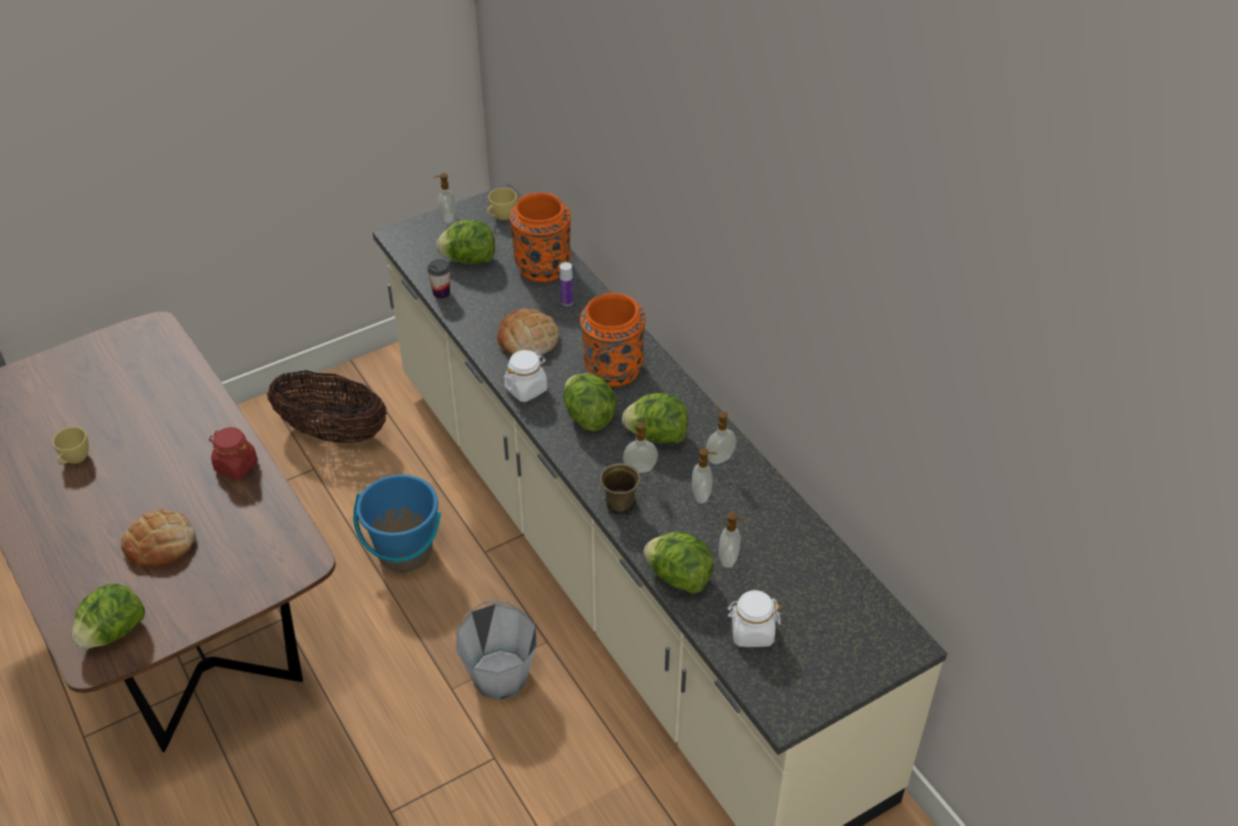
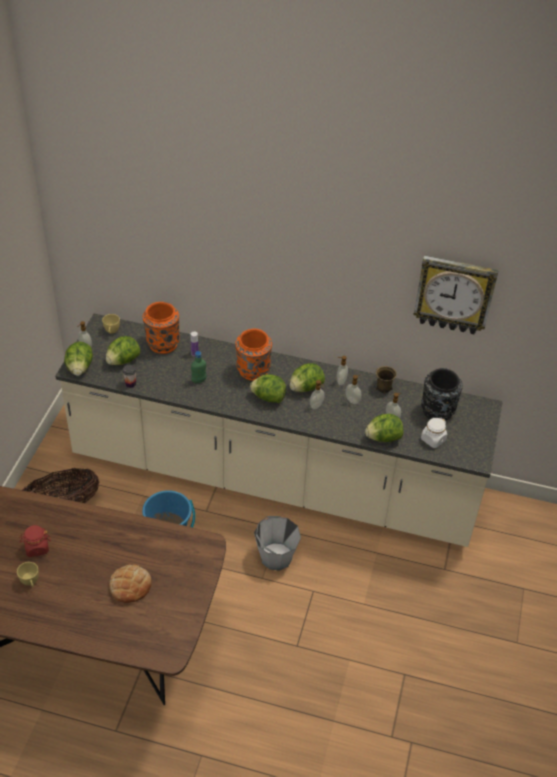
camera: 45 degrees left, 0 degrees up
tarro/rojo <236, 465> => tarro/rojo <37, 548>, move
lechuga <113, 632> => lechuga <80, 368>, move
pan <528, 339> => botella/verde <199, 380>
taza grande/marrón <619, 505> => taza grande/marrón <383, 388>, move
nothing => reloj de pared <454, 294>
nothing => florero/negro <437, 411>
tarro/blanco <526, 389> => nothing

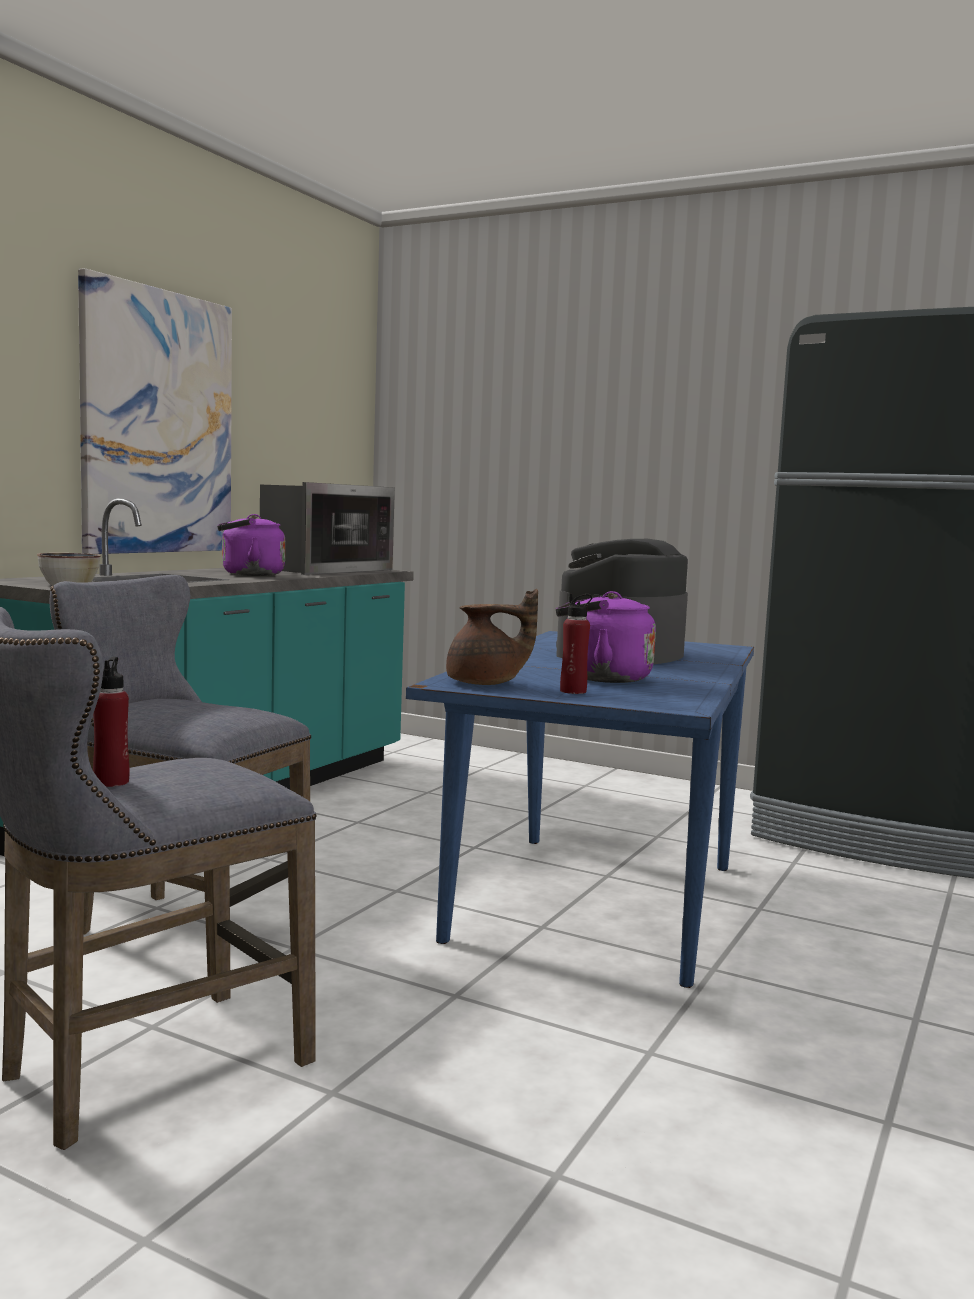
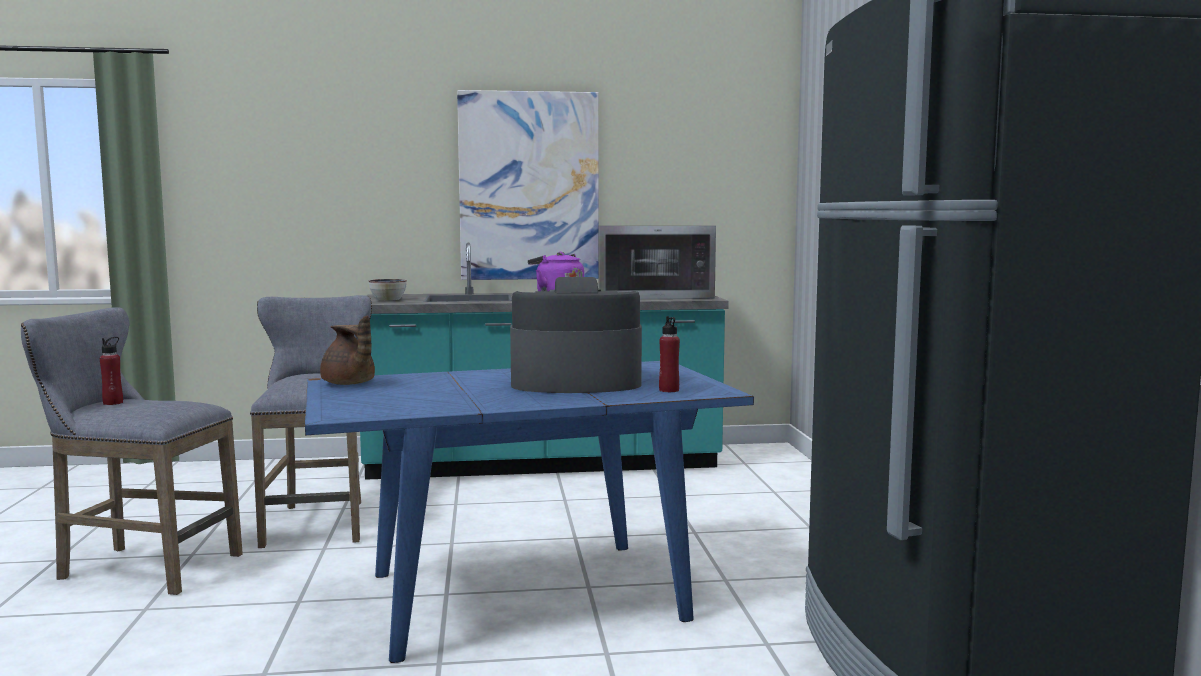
camera: 55 degrees right, 0 degrees up
botella/rojo <573, 691> => botella/rojo <669, 390>, move
hervidor/morado <600, 678> => nothing

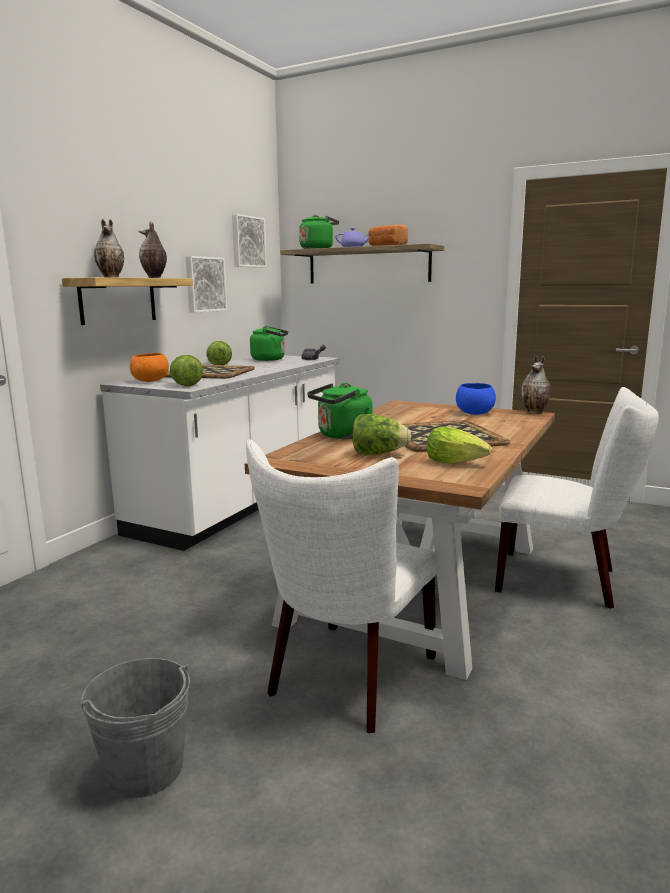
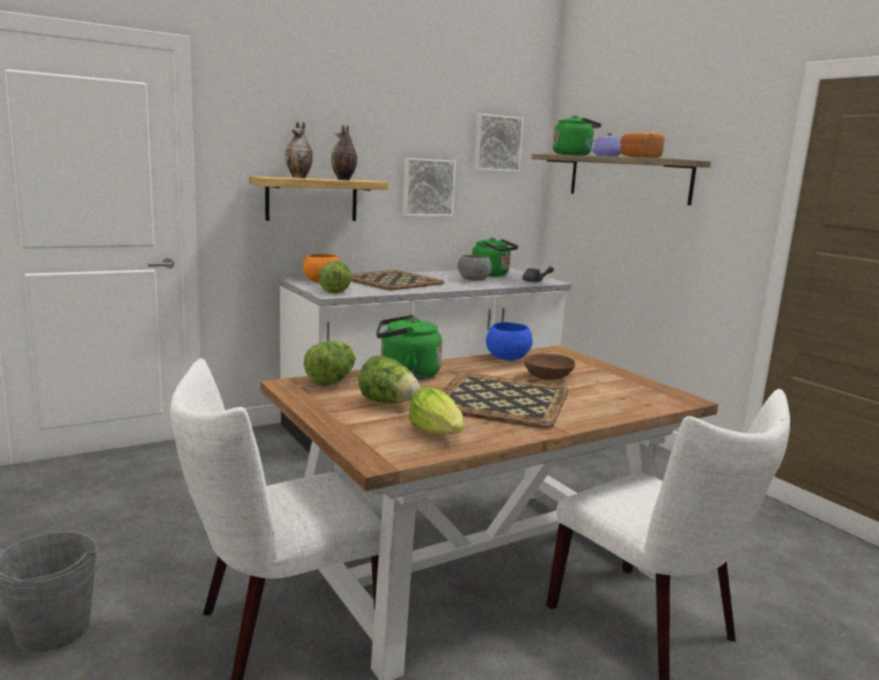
camera: 30 degrees right, 0 degrees up
lechuga <219, 365> => lechuga <332, 381>, move
nothing => cuenco/gris <474, 280>
cuenco/azul <474, 413> => cuenco/azul <506, 358>, move
nothing => cuenco/marrón <548, 378>
florero <535, 412> => nothing

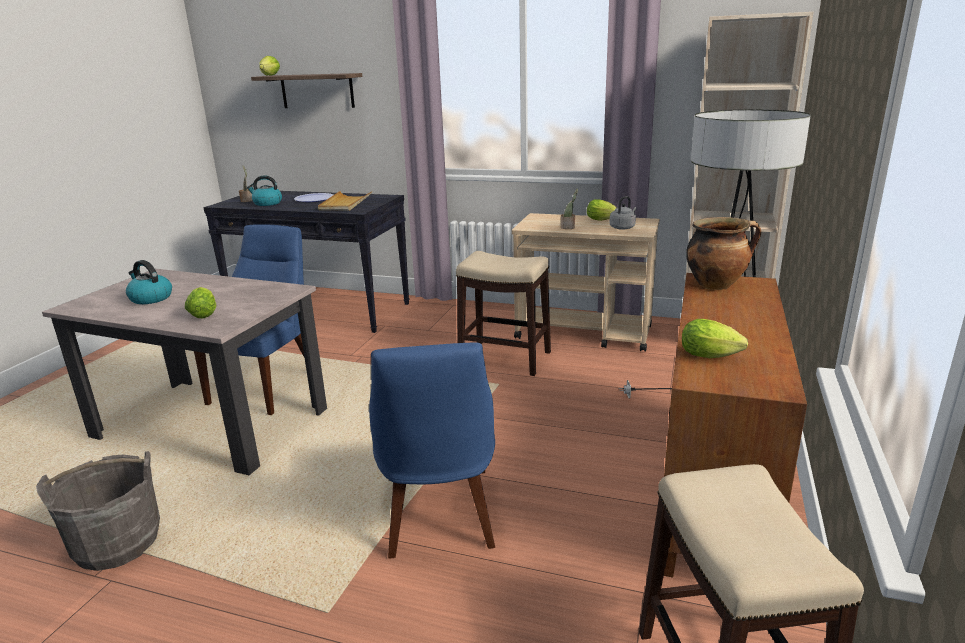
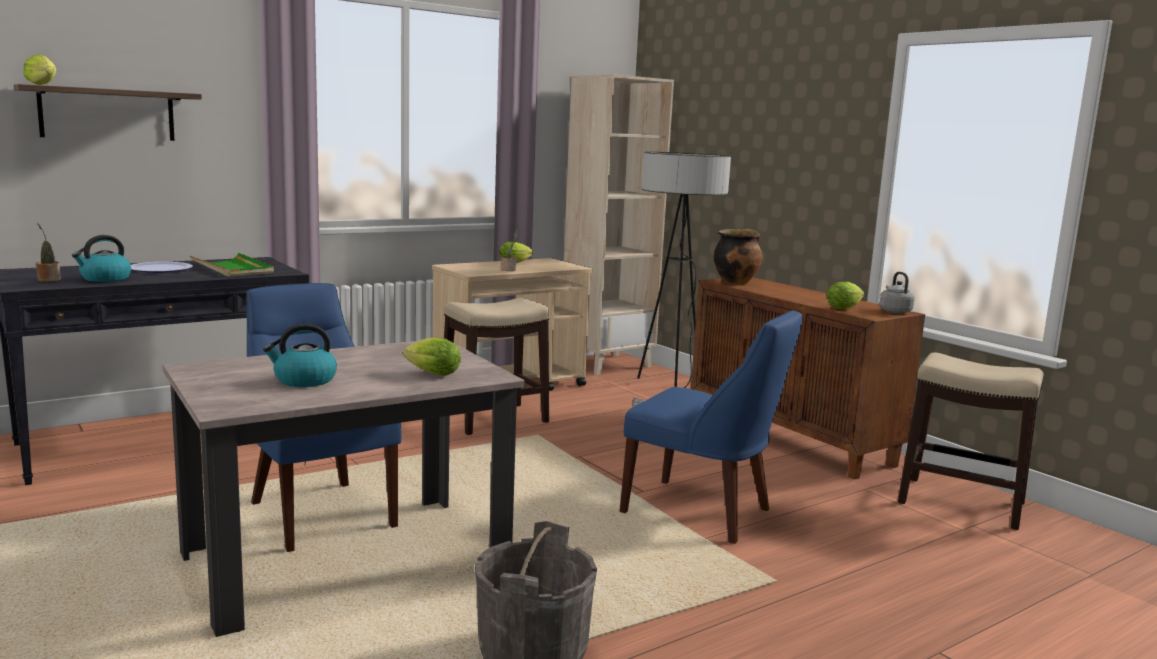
camera: 55 degrees left, 10 degrees down
bandeja/beis <345, 203> => bandeja/verde <233, 269>
hervidor/gris <623, 227> => hervidor/gris <894, 311>, move

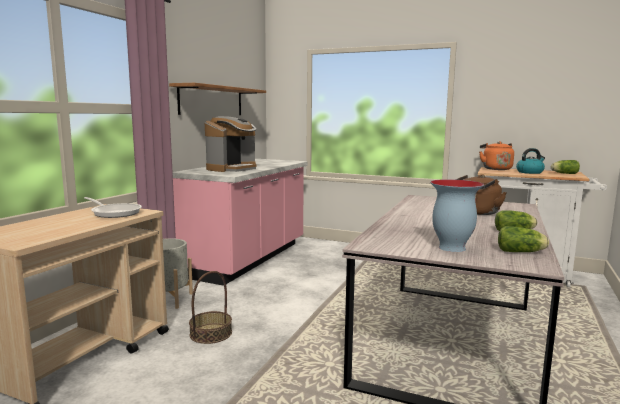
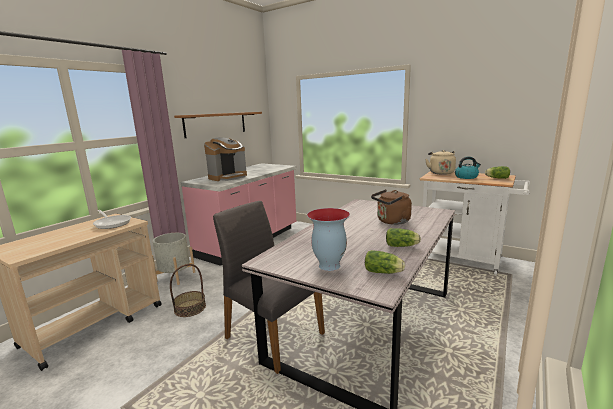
camera: 10 degrees right, 5 degrees up
nothing => silla/gris <272, 336>
hervidor/naranja <495, 169> => hervidor/beis <440, 172>

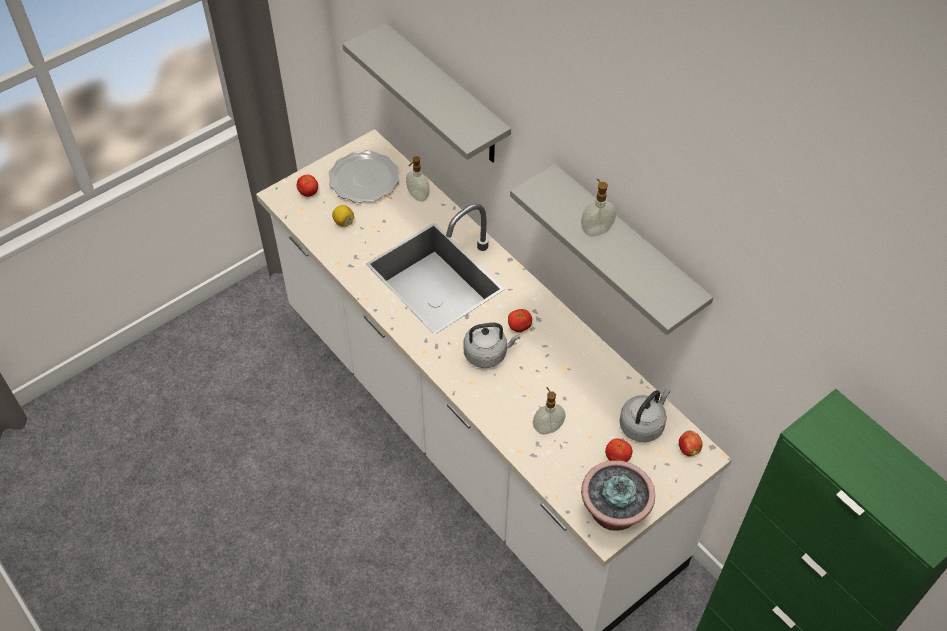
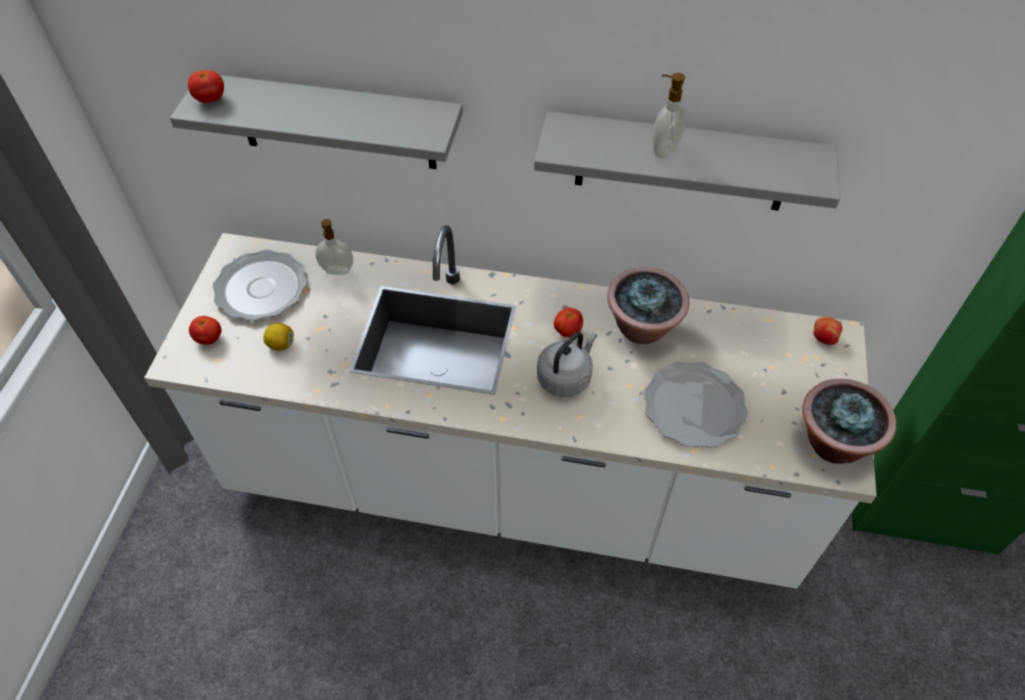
camera: 40 degrees left, 0 degrees up
tomate <617, 457> => tomate <211, 99>, move
nothing => planta en maceta <642, 328>
dispensador de jabón <547, 427> => plato <693, 407>
hervidor/gris <642, 425> => nothing

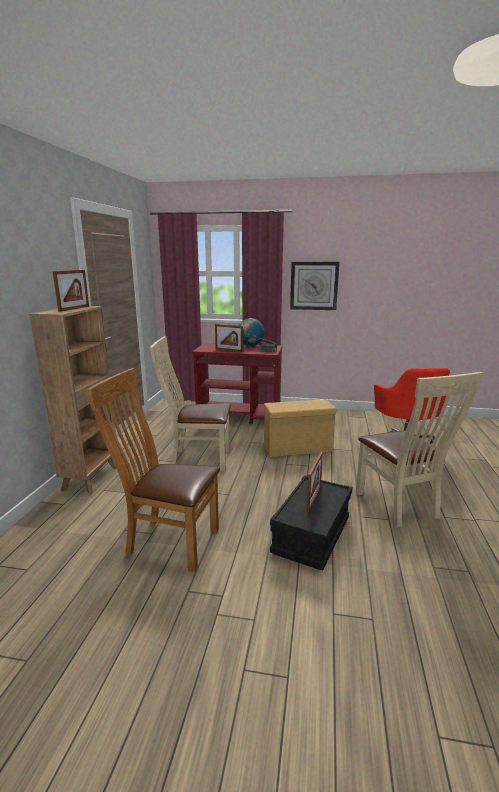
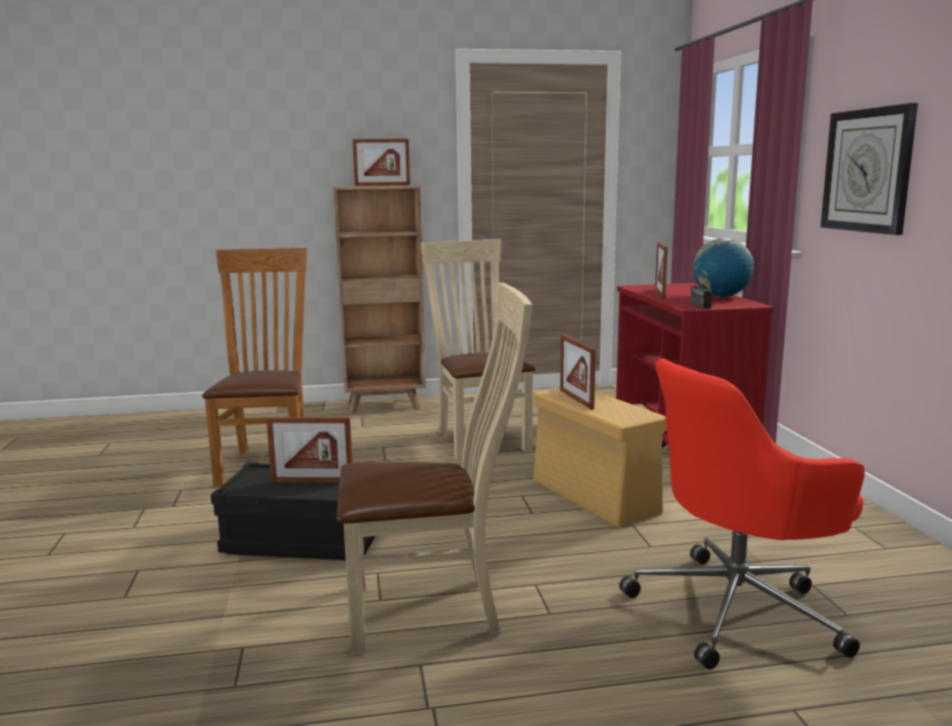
camera: 70 degrees right, 5 degrees down
silla/beis <400, 506> => silla/beis <434, 610>, 150 degrees counterclockwise
nothing => portarretratos <576, 399>

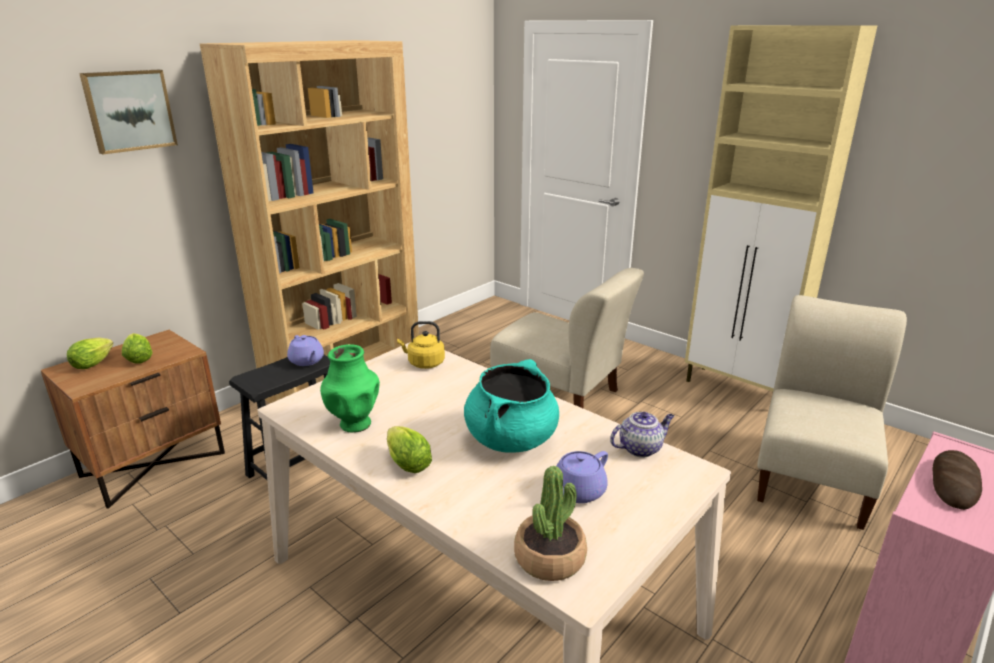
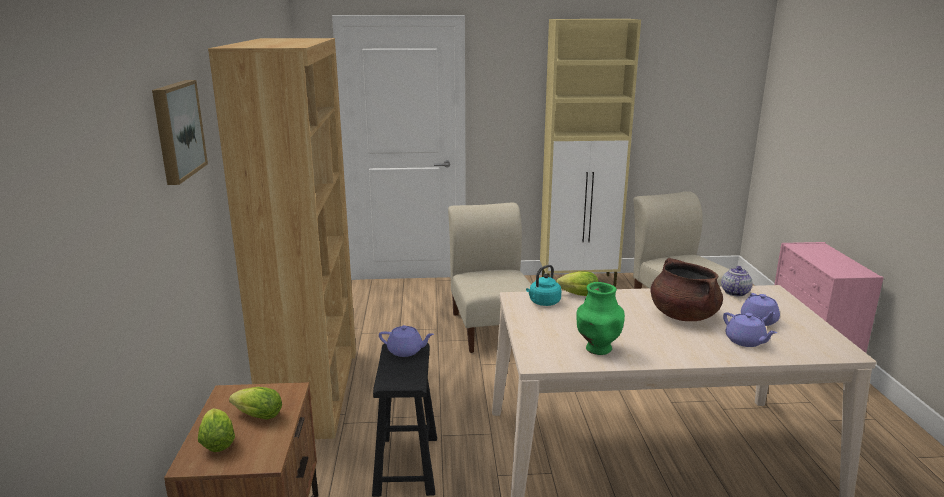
camera: 45 degrees left, 5 degrees down
silla/beis <560, 394> => silla/beis <492, 327>, 90 degrees counterclockwise
hervidor/amarillo <424, 363> => hervidor/turquesa <543, 303>
lechuga <406, 462> => lechuga <576, 295>, move
olla/turquesa <511, 439> => olla/marrón <682, 315>
nothing => tetera/morado <745, 341>
planta en maceta <550, 558> => nothing
pan <954, 483> => nothing

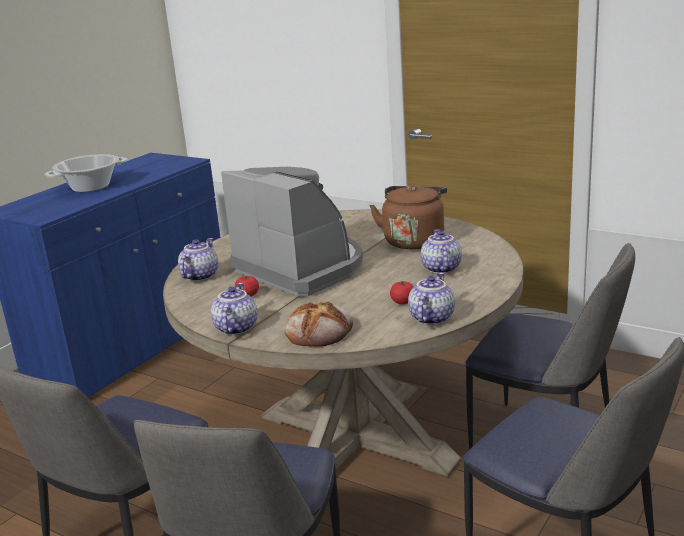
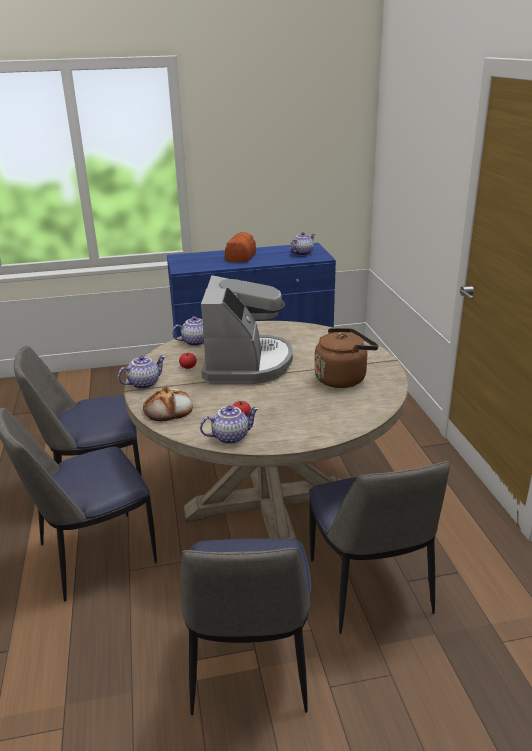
camera: 45 degrees right, 5 degrees up
olla <91, 187> => pan <240, 257>
tetera <440, 268> => tetera <302, 253>, move

